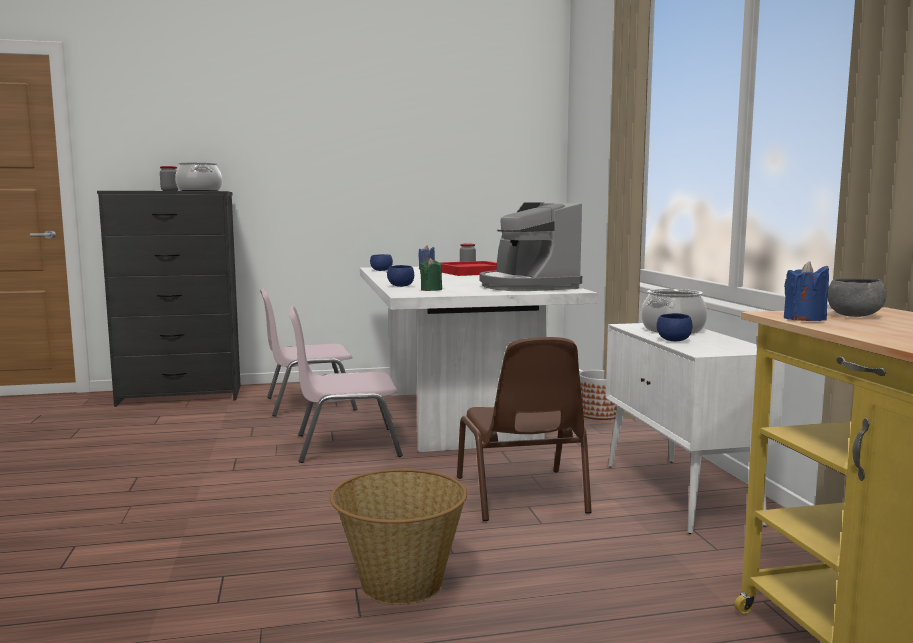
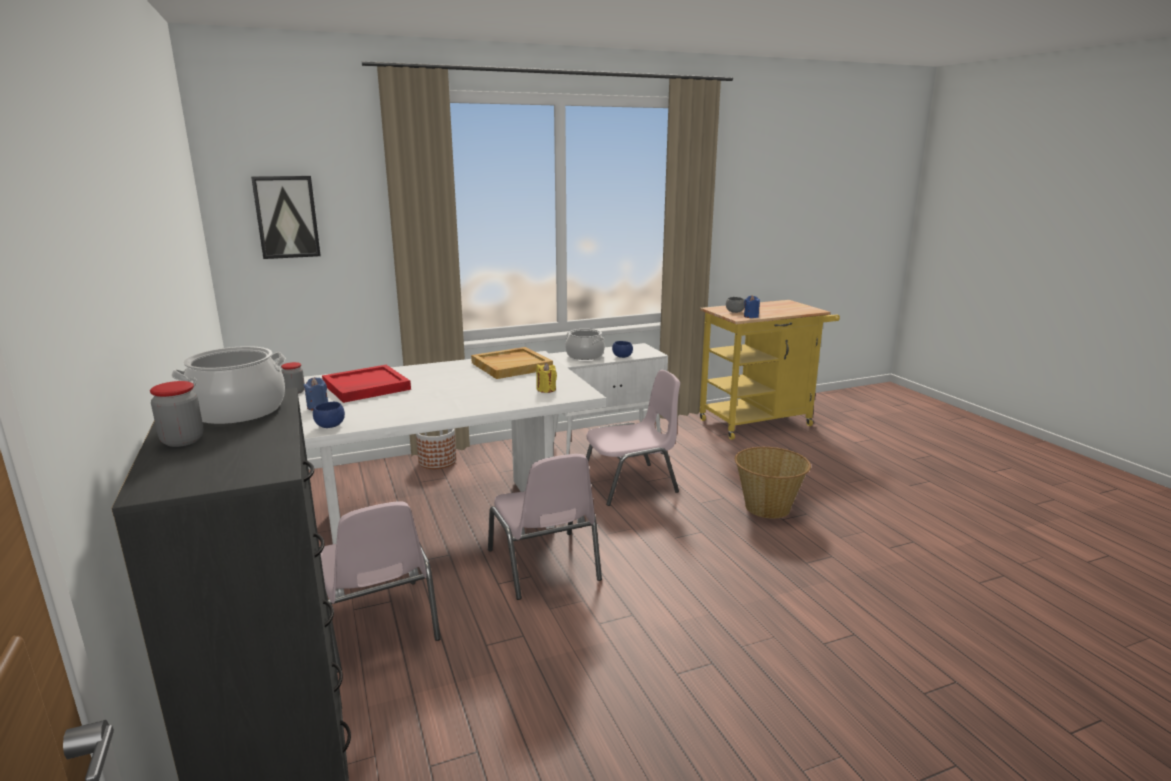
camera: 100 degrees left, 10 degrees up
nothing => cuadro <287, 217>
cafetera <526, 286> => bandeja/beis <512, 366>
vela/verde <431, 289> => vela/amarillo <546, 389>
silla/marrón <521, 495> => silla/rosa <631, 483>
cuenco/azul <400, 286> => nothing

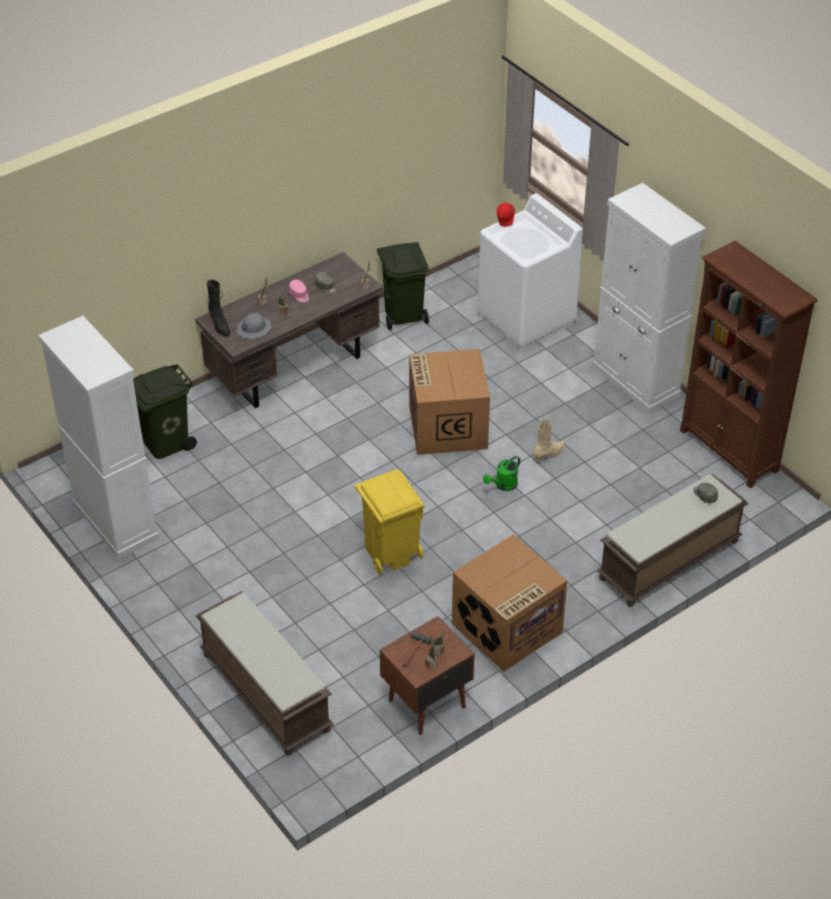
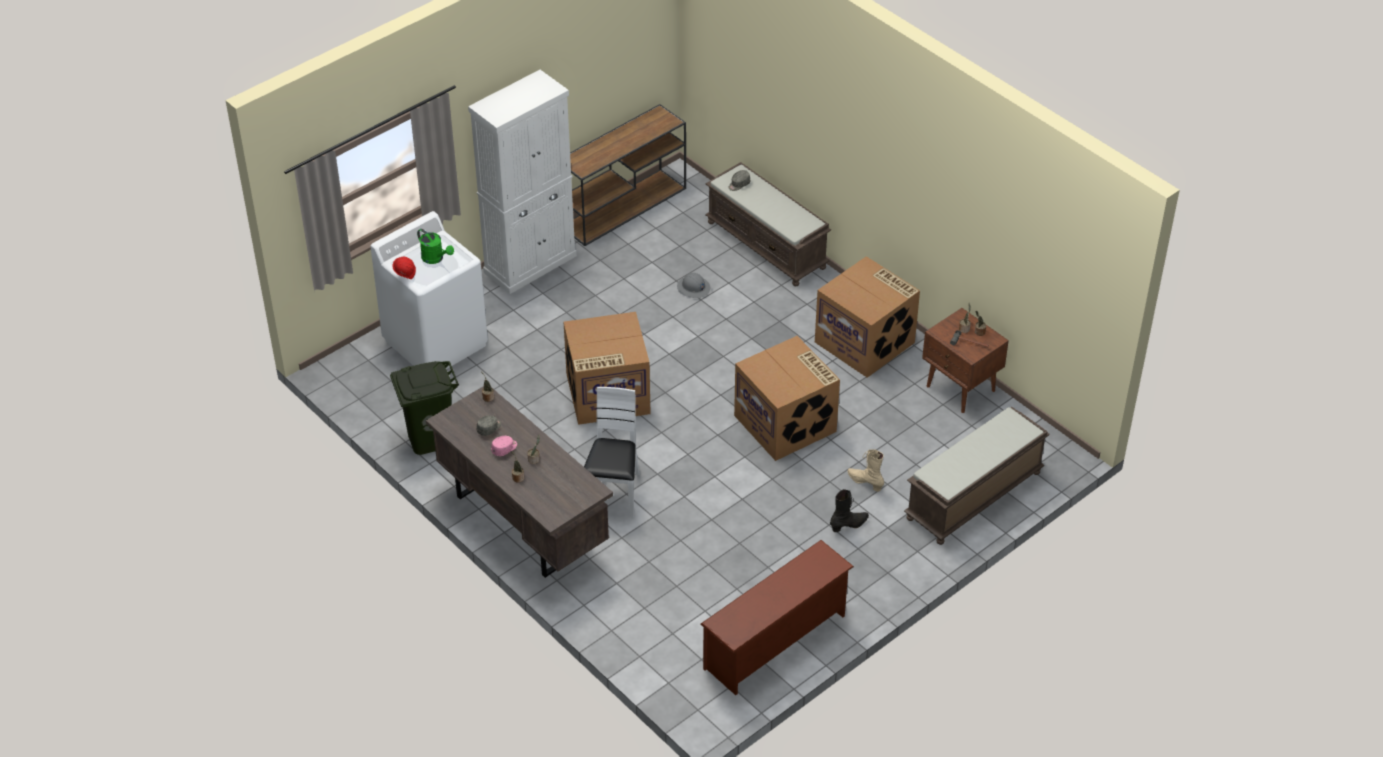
camera: 95 degrees left, 0 degrees up
regadera/verde <503, 485> => regadera/verde <435, 258>, move
estantería/marrón <729, 451> => mesa consola/marrón <624, 206>
nothing => silla/blanco <614, 494>
casco/gris <253, 328> => casco/gris <693, 288>, move
armario/blanco <115, 520> => zapatero/marrón <776, 643>
papelera/amarillo <391, 552> => caja de cartón <786, 424>
bota/negro <219, 325> => bota/negro <849, 525>, move
bota/beis <549, 454> => bota/beis <865, 482>, move
papelera/verde <165, 442> => nothing

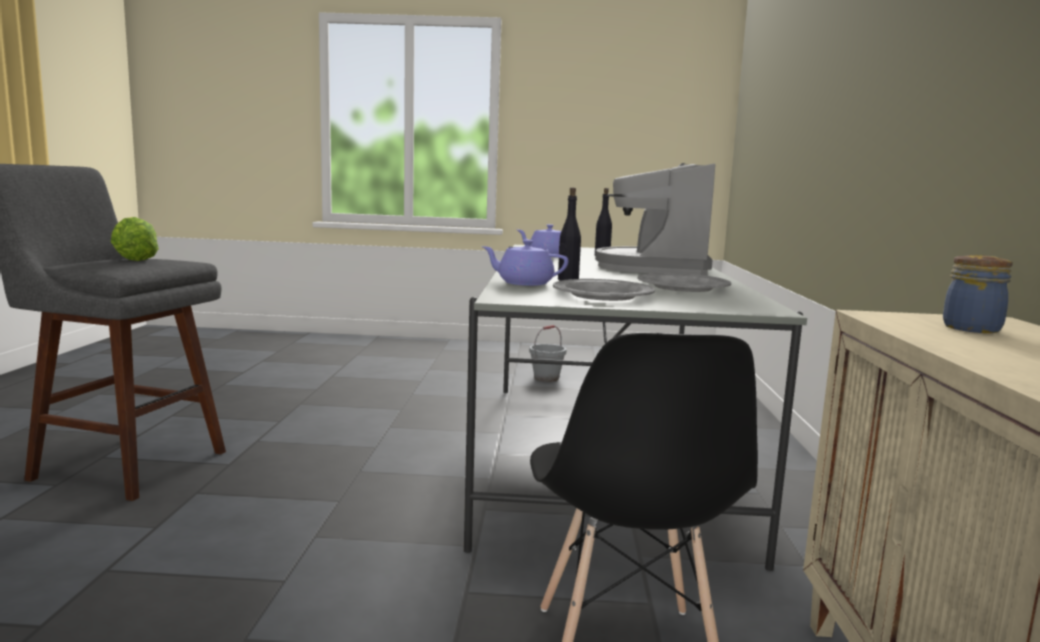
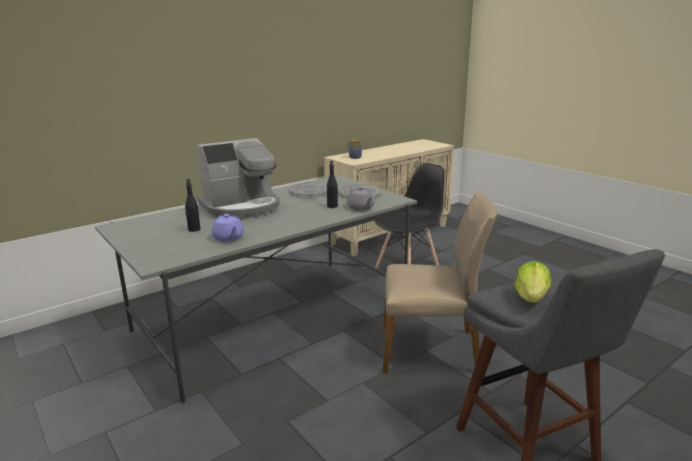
camera: 130 degrees left, 10 degrees up
tetera/morado <524, 283> => tetera/gris <361, 208>
nothing => silla/beis <430, 349>
cubo/gris <546, 378> => nothing

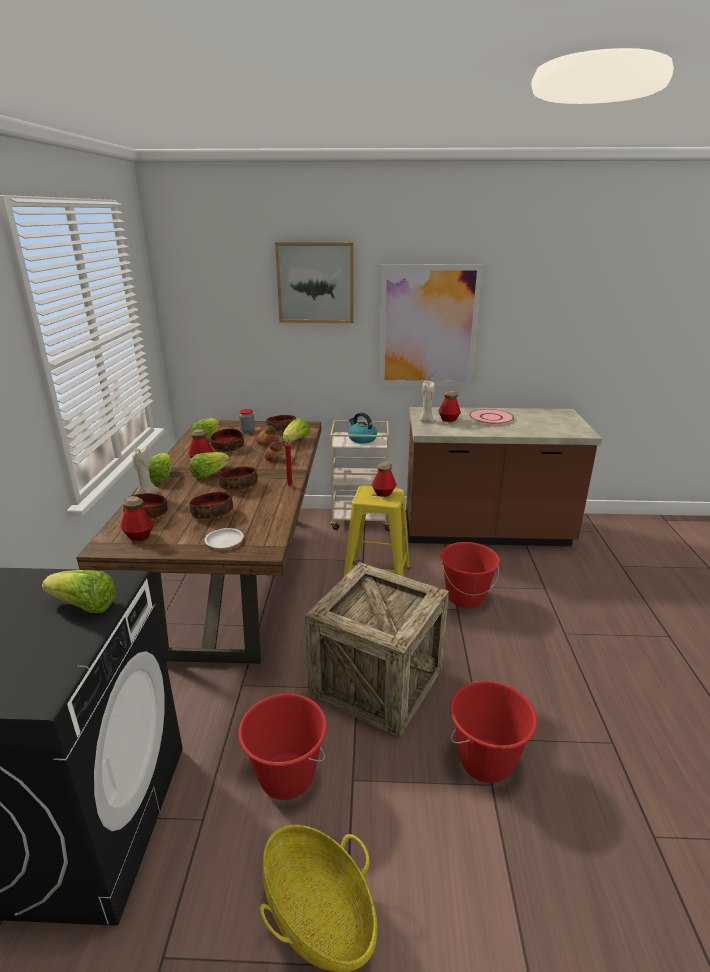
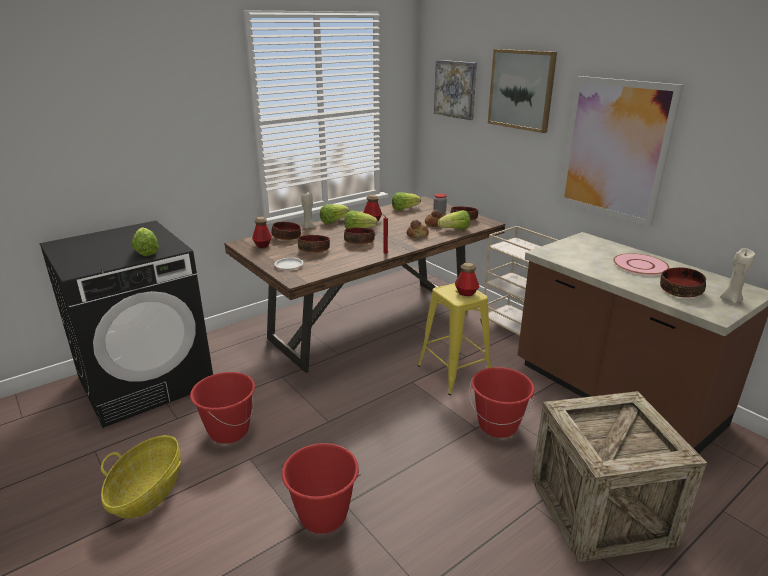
camera: 50 degrees right, 0 degrees up
nothing => cuadro <456, 89>
caja de embalaje <377, 682> => caja de embalaje <600, 510>, move
cuenco <227, 447> => cuenco <680, 290>, move
vela/beis <426, 421> => vela/beis <730, 300>, move
hervidor <361, 439> => nothing
botella <448, 419> => nothing

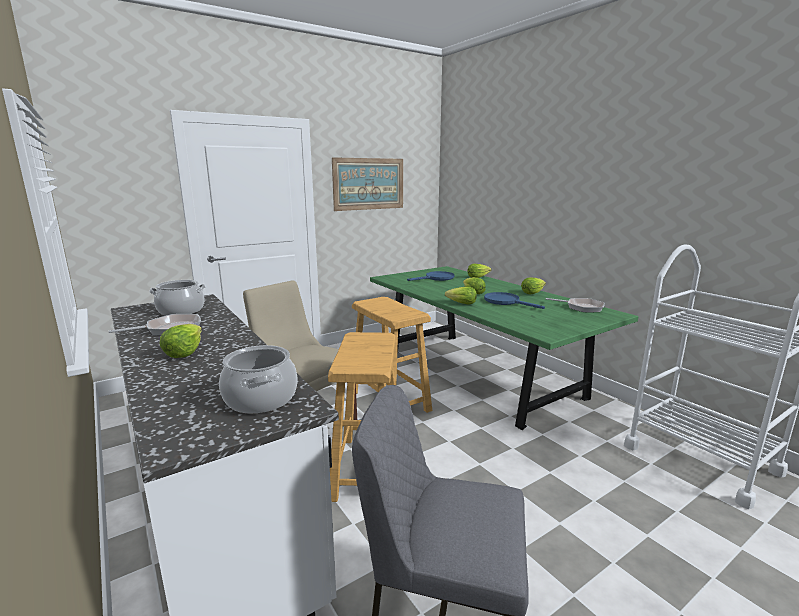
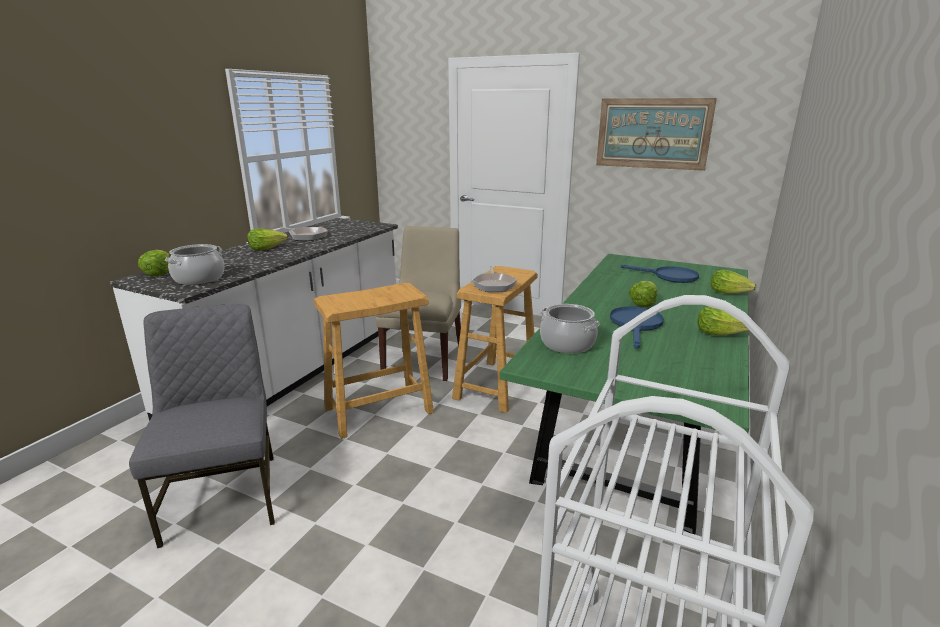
camera: 60 degrees right, 5 degrees up
lechuga <461, 303> => lechuga <159, 273>, move
sartén <581, 307> => sartén <494, 285>, move
olla <181, 310> => olla <567, 343>, move

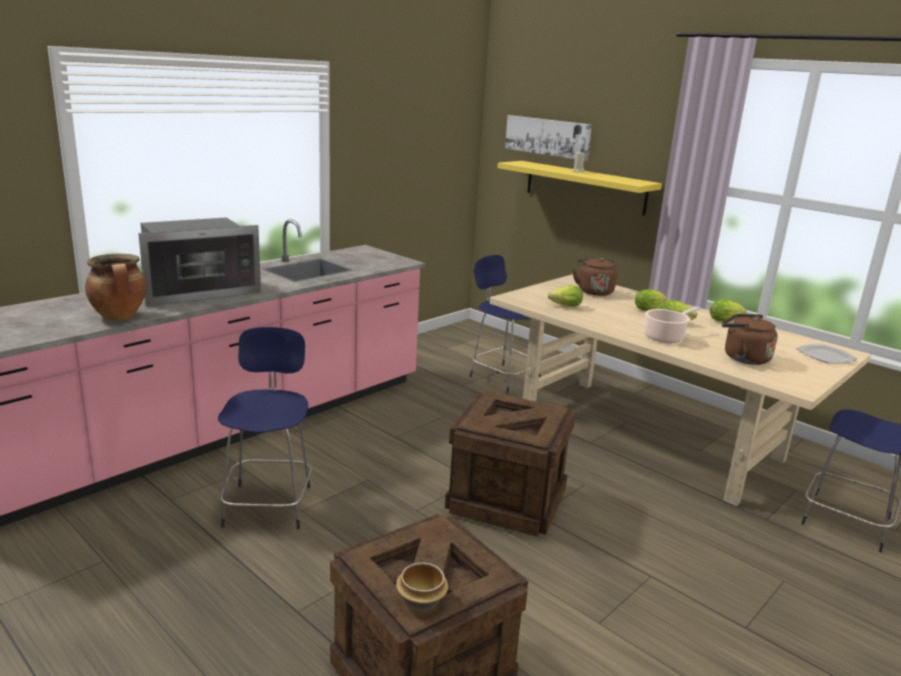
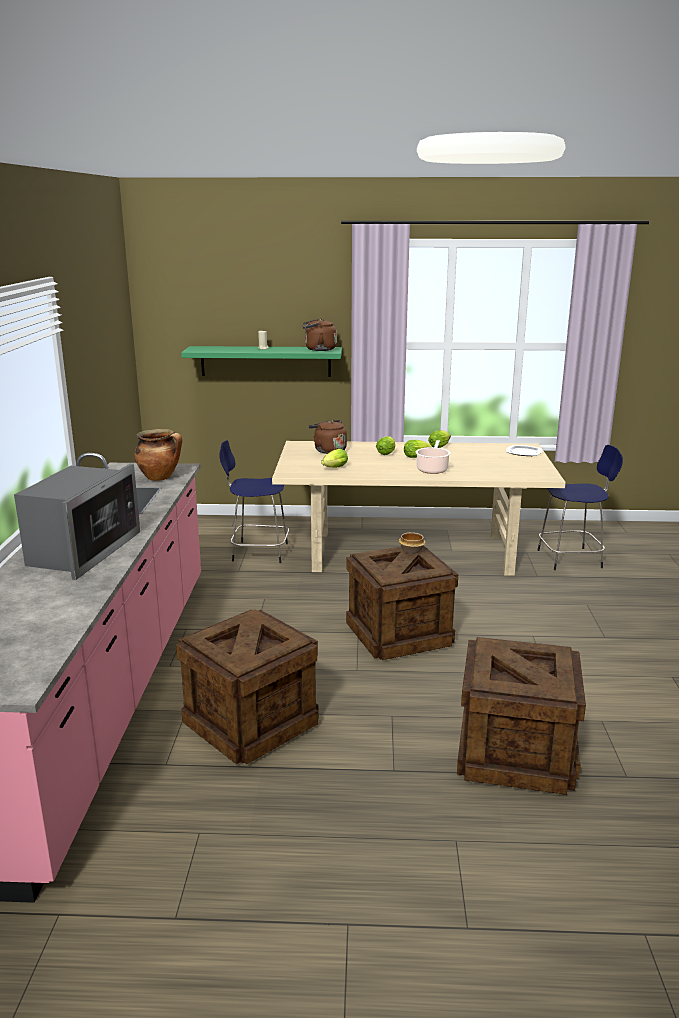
camera: 40 degrees left, 0 degrees up
olla <120, 317> => olla <160, 477>, move
taburete/azul <268, 504> => caja de embalaje <250, 722>
estante/amarillo <585, 187> => estante/verde <265, 361>
hervidor/marrón <743, 358> => hervidor/marrón <318, 349>, move
cuenco <421, 600> => cuenco <411, 550>, move
cuadro <547, 137> => nothing

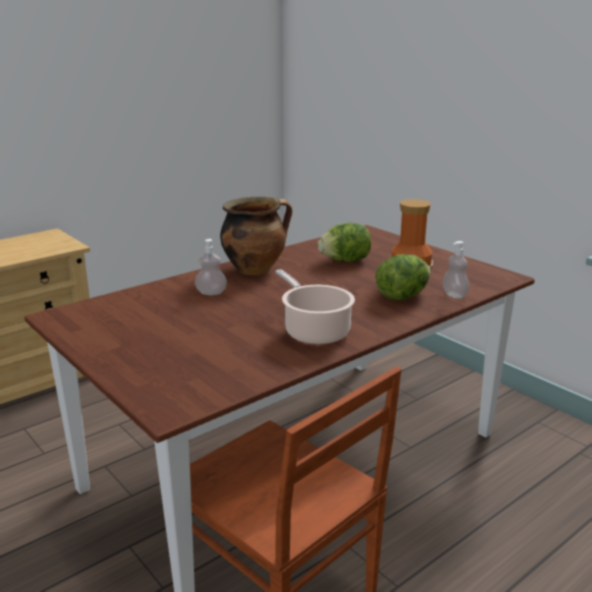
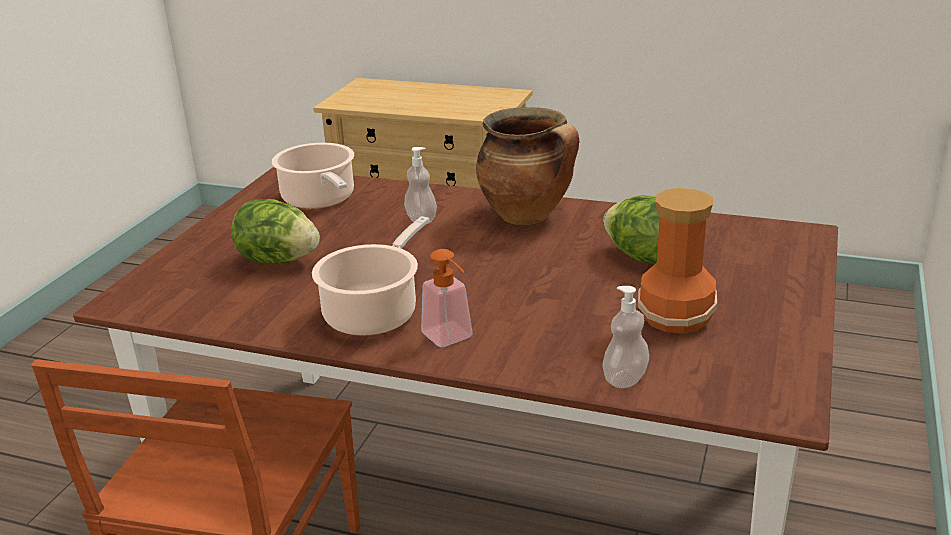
camera: 60 degrees right, 5 degrees up
lechuga <402, 296> => lechuga <278, 260>, move
nothing => olla <320, 200>
nothing => dispensador de jabón <451, 339>

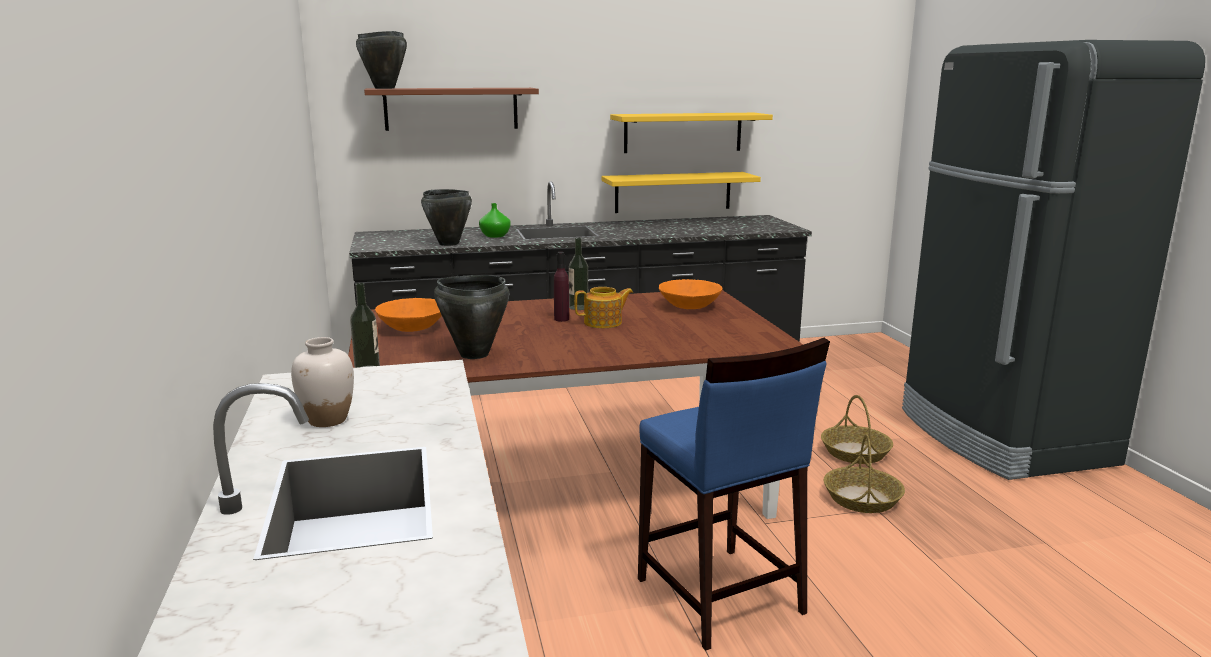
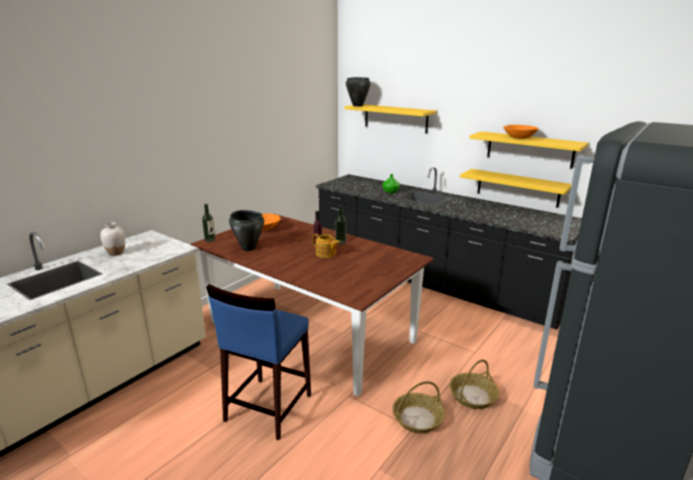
camera: 50 degrees right, 5 degrees up
estante/marrón <451, 108> => estante/amarillo <395, 118>
cuenco/naranja <690, 307> => cuenco/naranja <519, 138>, move
olla/negro <448, 244> => nothing

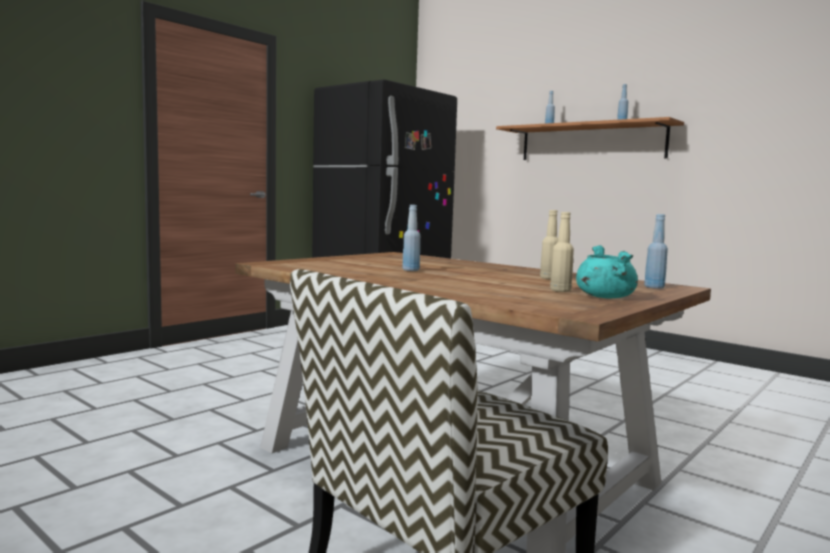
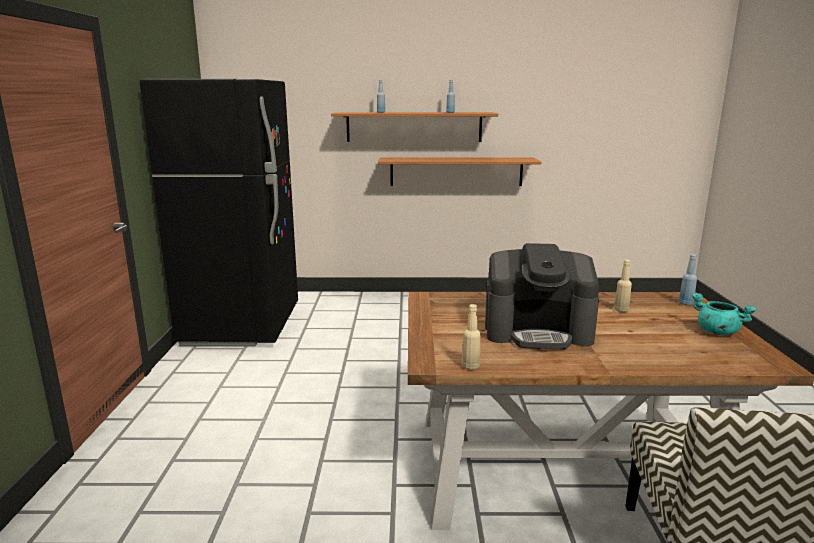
camera: 40 degrees left, 10 degrees up
nothing => estante <456, 171>
botella/beis <560, 290> => botella/beis <470, 366>, move
botella/azul <411, 270> => cafetera <538, 331>

